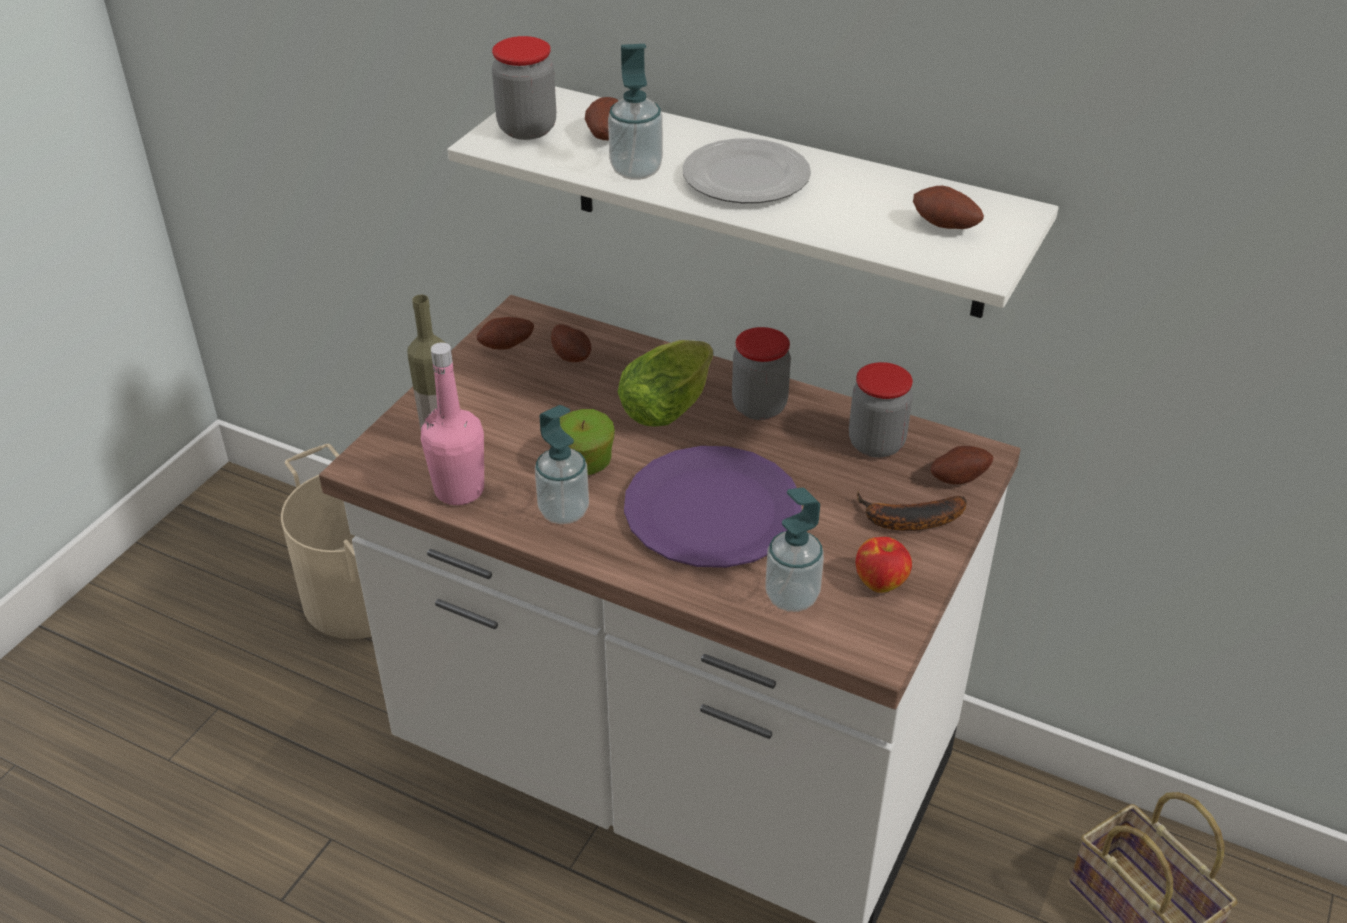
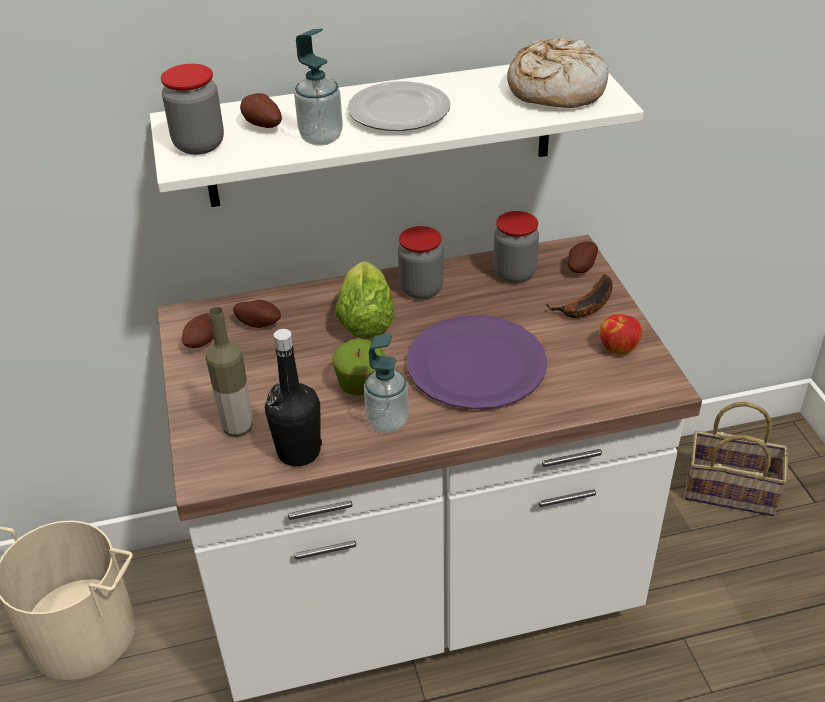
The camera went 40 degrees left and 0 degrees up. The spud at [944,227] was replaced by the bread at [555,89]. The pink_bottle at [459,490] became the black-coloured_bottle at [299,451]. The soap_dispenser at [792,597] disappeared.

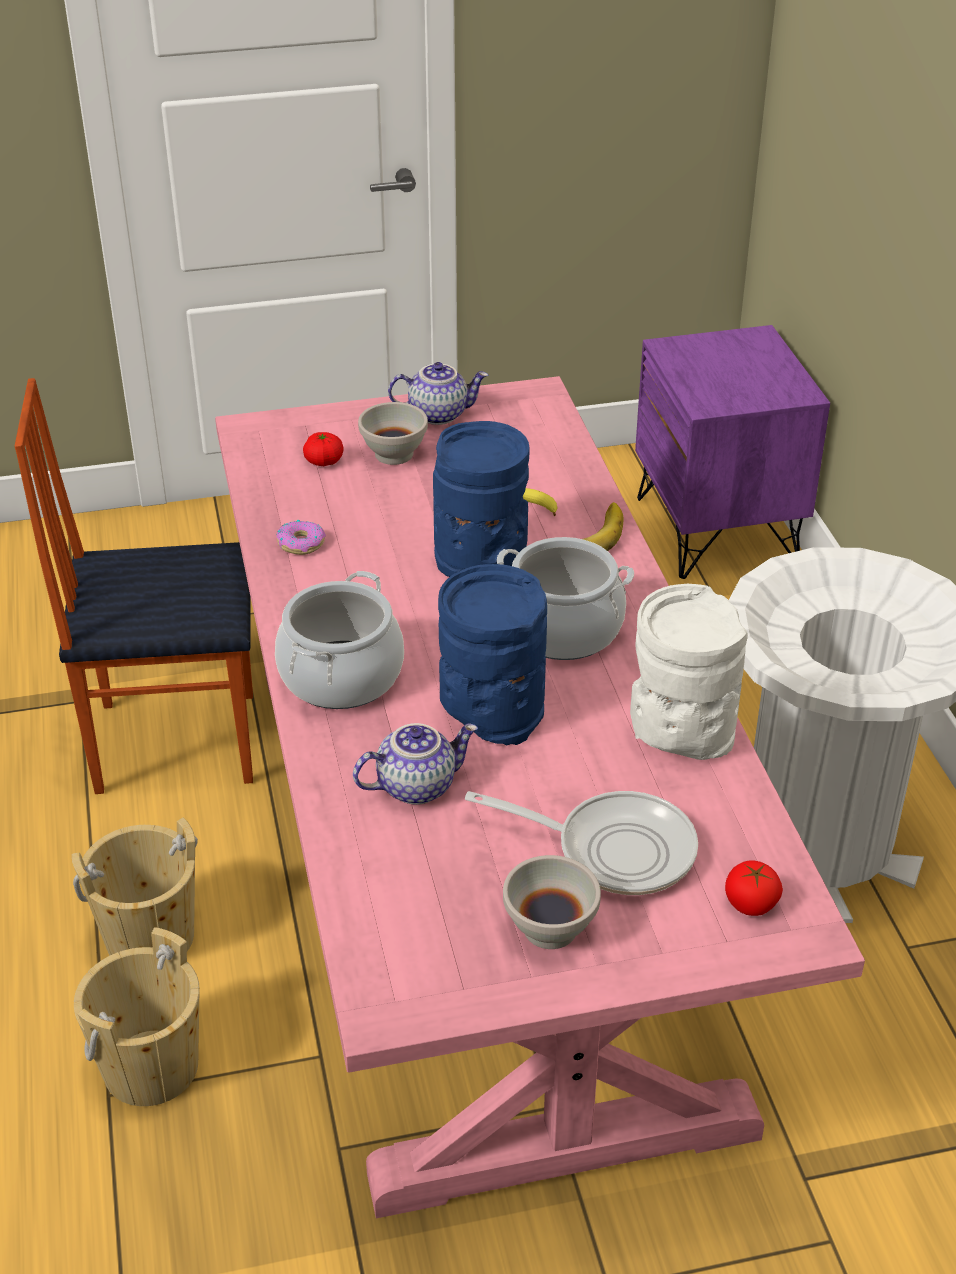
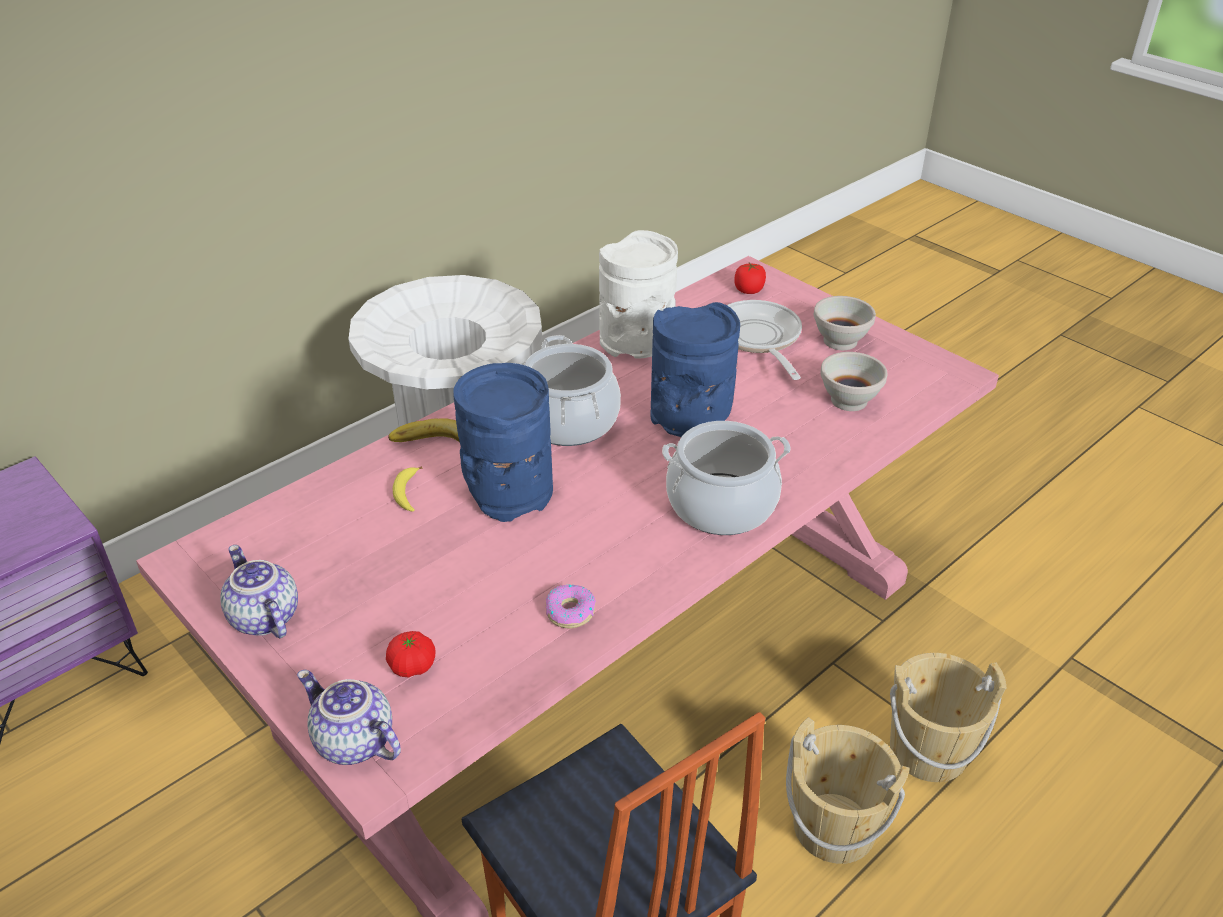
The camera went 120 degrees left and 0 degrees up. The whitish_serving_bowl moved from [395,454] to [848,400]. The teapot moved from [416,785] to [352,742].

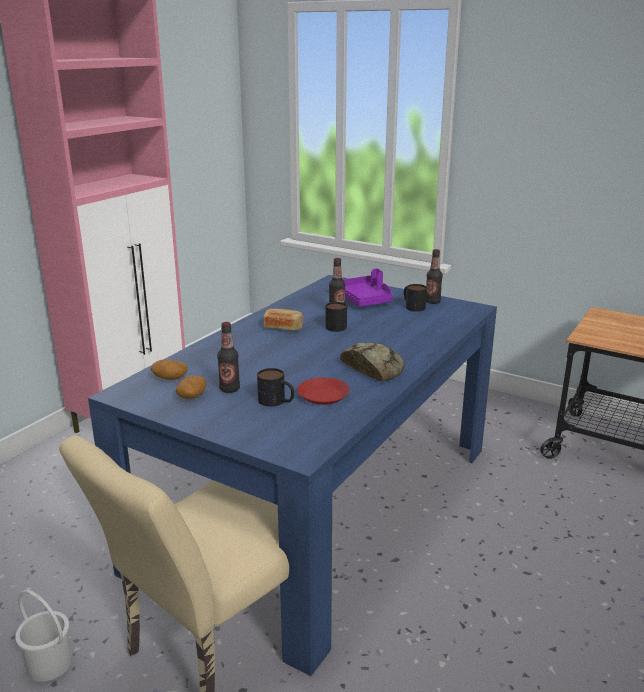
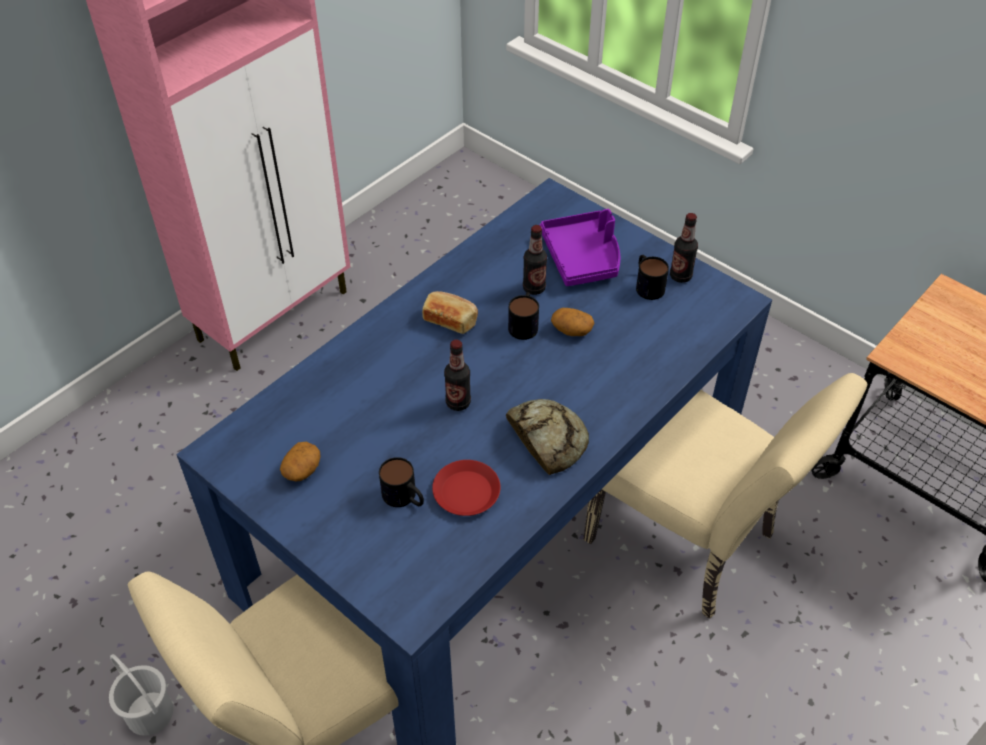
The camera went 10 degrees right and 25 degrees up. The bottle moved from [229,389] to [458,402]. The spud moved from [169,378] to [571,330]. The beige_plain_chair at [692,545] appeared.

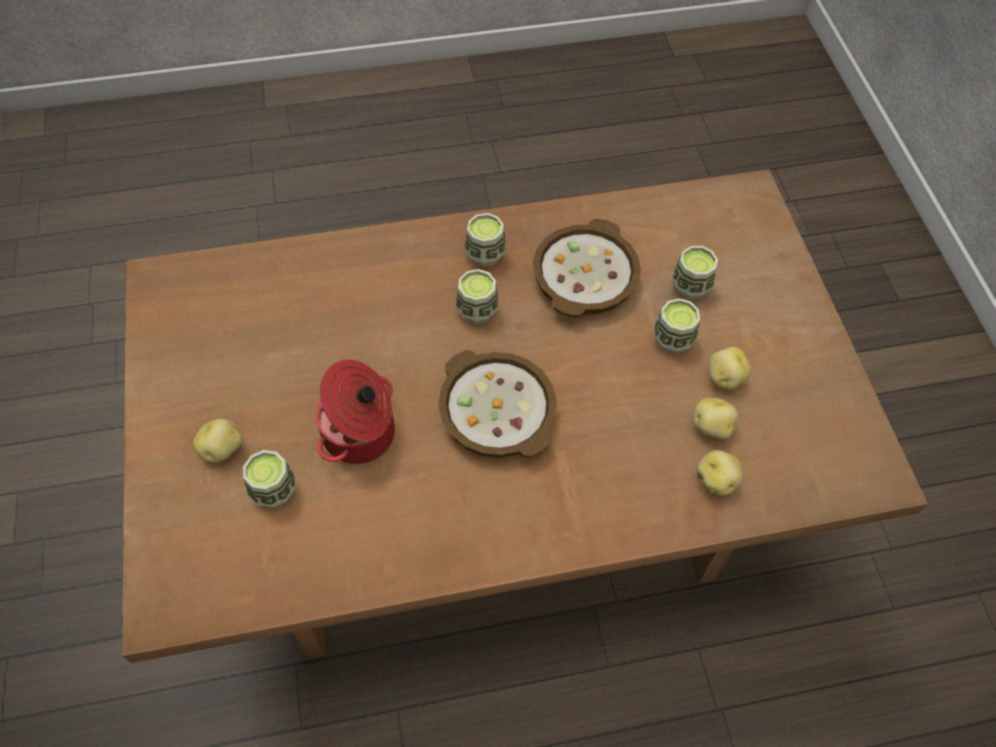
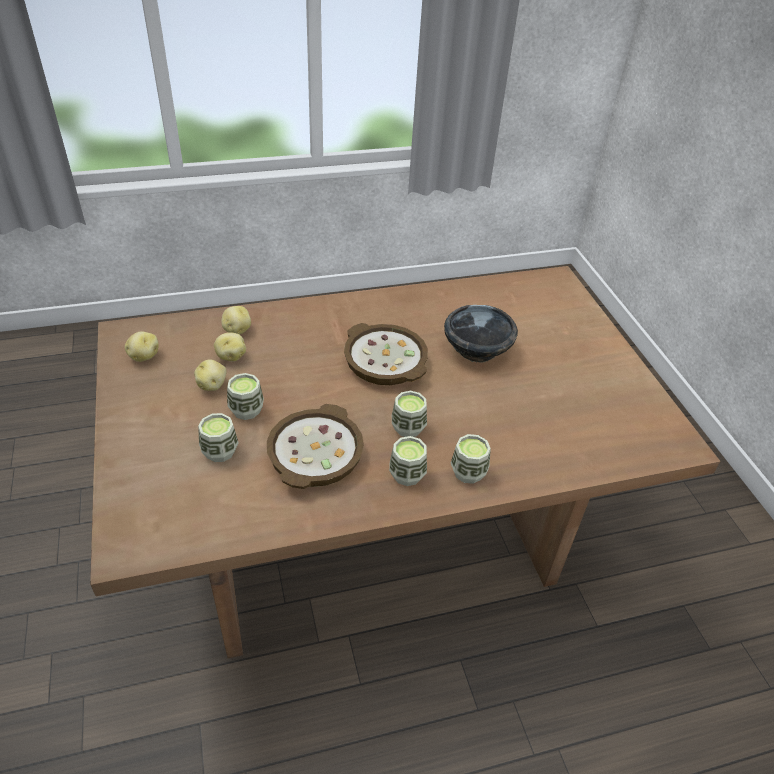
The camera went 175 degrees right and 15 degrees down. The stockpot at [361,434] was replaced by the black-coloured_serving_bowl at [477,349]. The spud moved from [223,449] to [143,356]. The cup moved from [274,490] to [468,472].

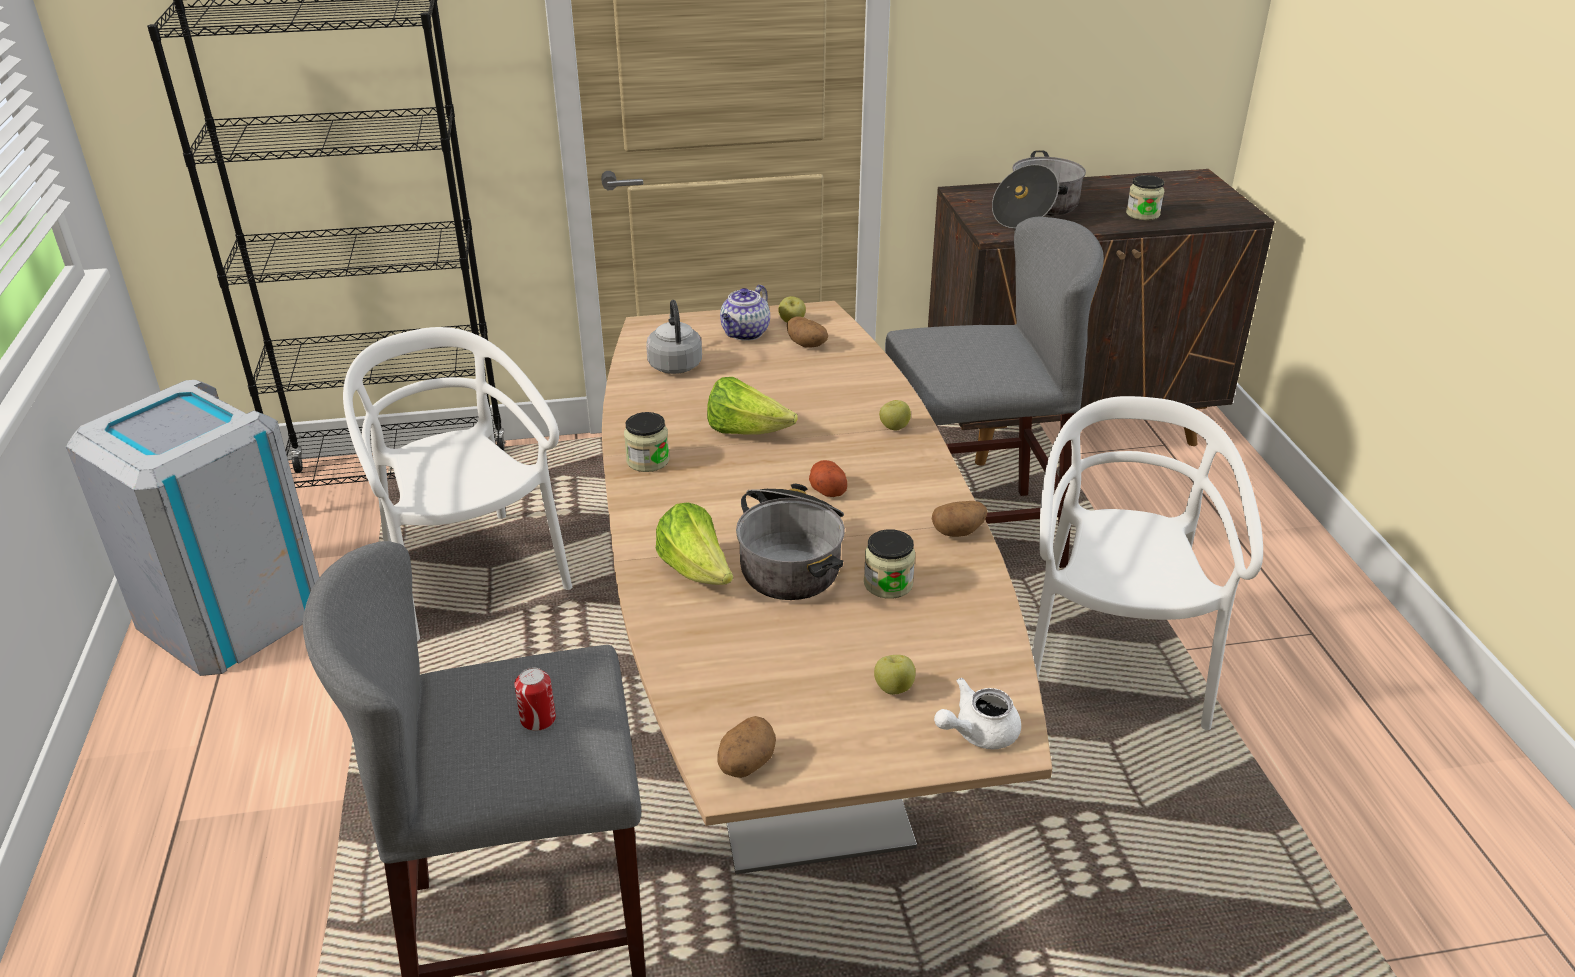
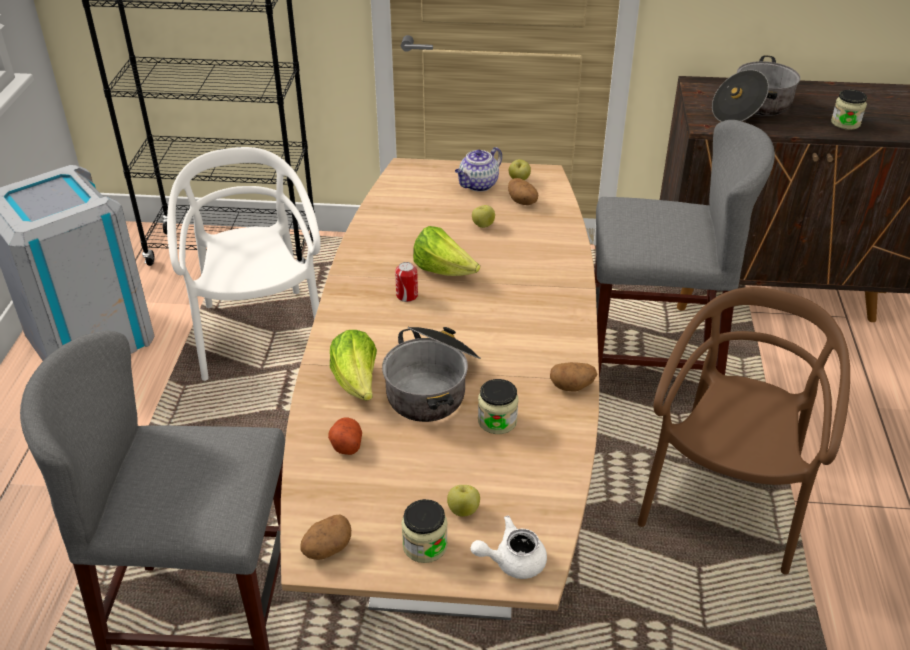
The camera went 15 degrees right and 5 degrees up. The grey_water_kettle at [675,364] disappeared. The whitish_plain_chair at [1111,664] became the brown_plain_chair at [725,501]. The whole_apple moved from [894,427] to [483,225]. The jar moved from [648,461] to [425,545]. The spud moved from [827,489] to [346,444]. The sealed_can moved from [538,719] to [407,295].

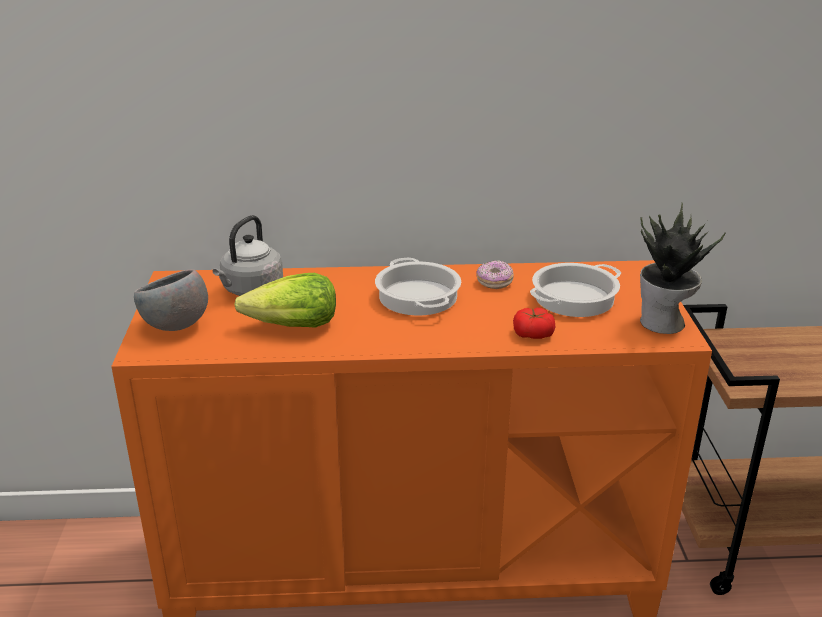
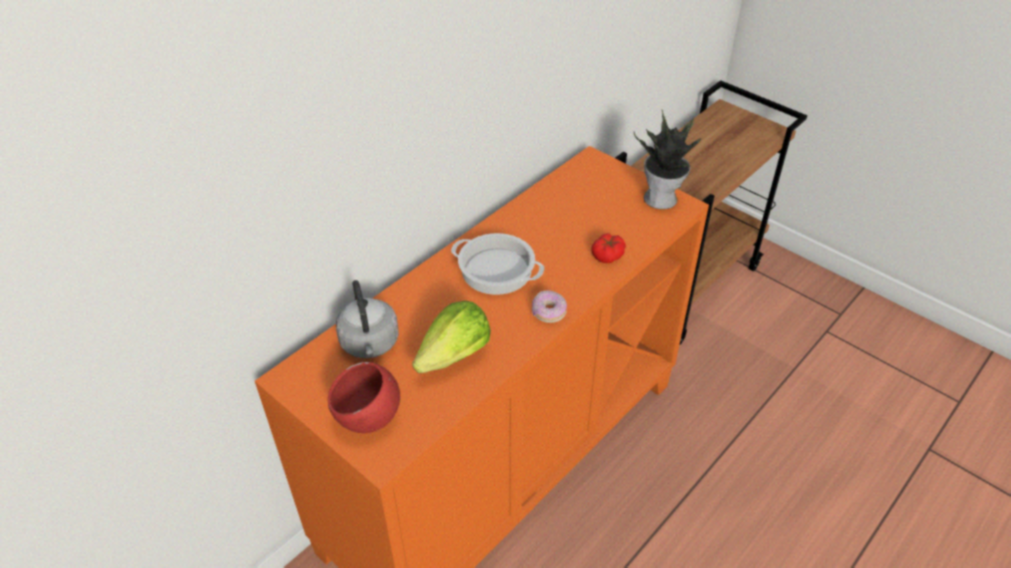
The camera went 45 degrees left and 15 degrees up. The donut moved from [494,282] to [548,312]. The stockpot at [574,298] disappeared. The grey_serving_bowl at [176,326] became the red_serving_bowl at [369,418].

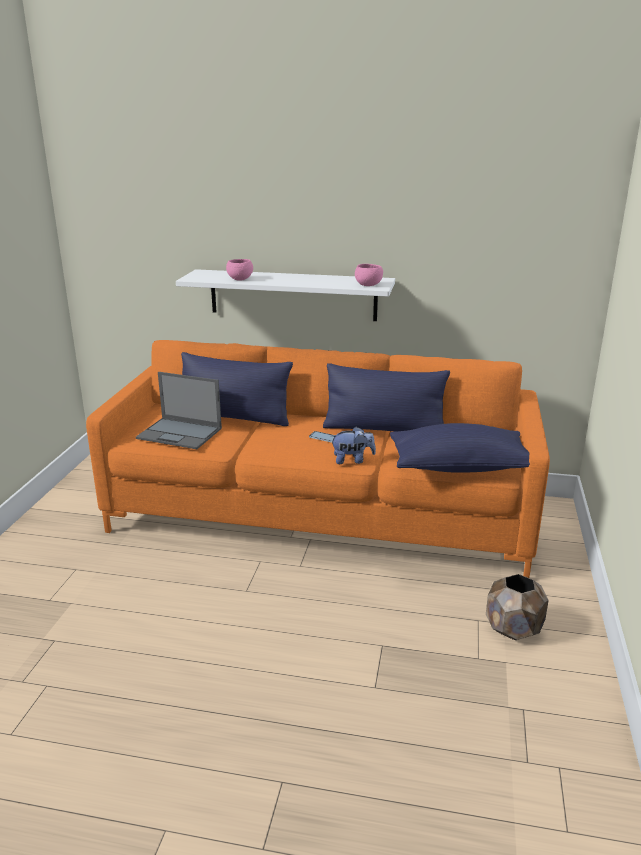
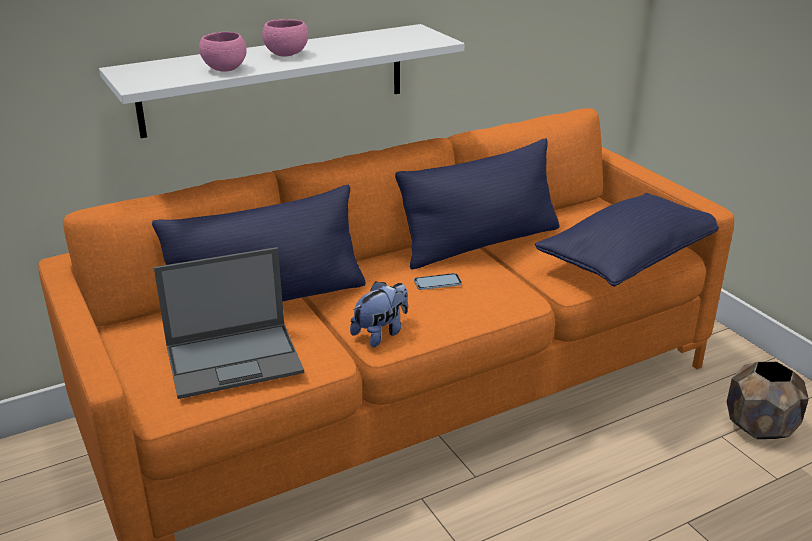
The camera went 40 degrees left and 5 degrees up. The pink_serving_bowl moved from [368,285] to [286,54]. The soft_toy moved from [352,460] to [381,333].

